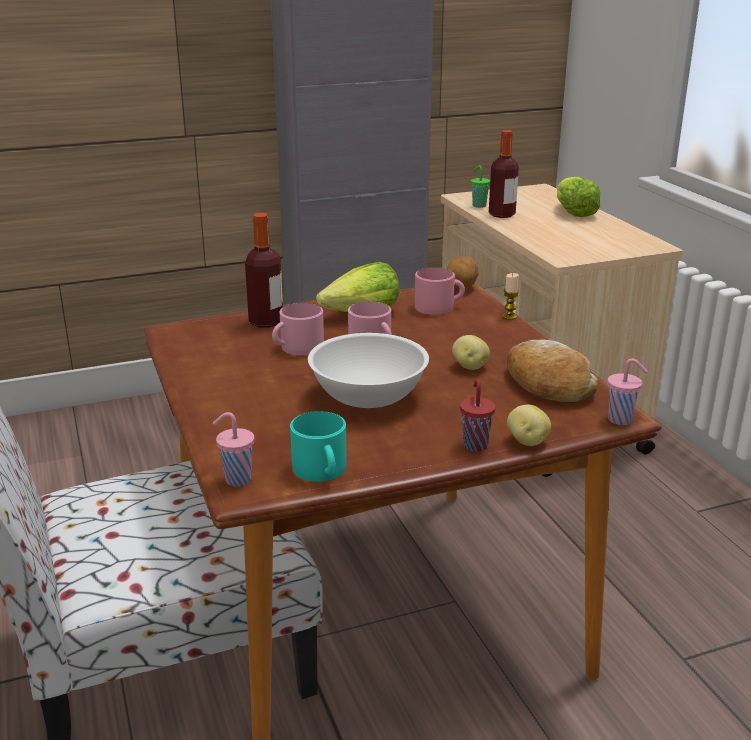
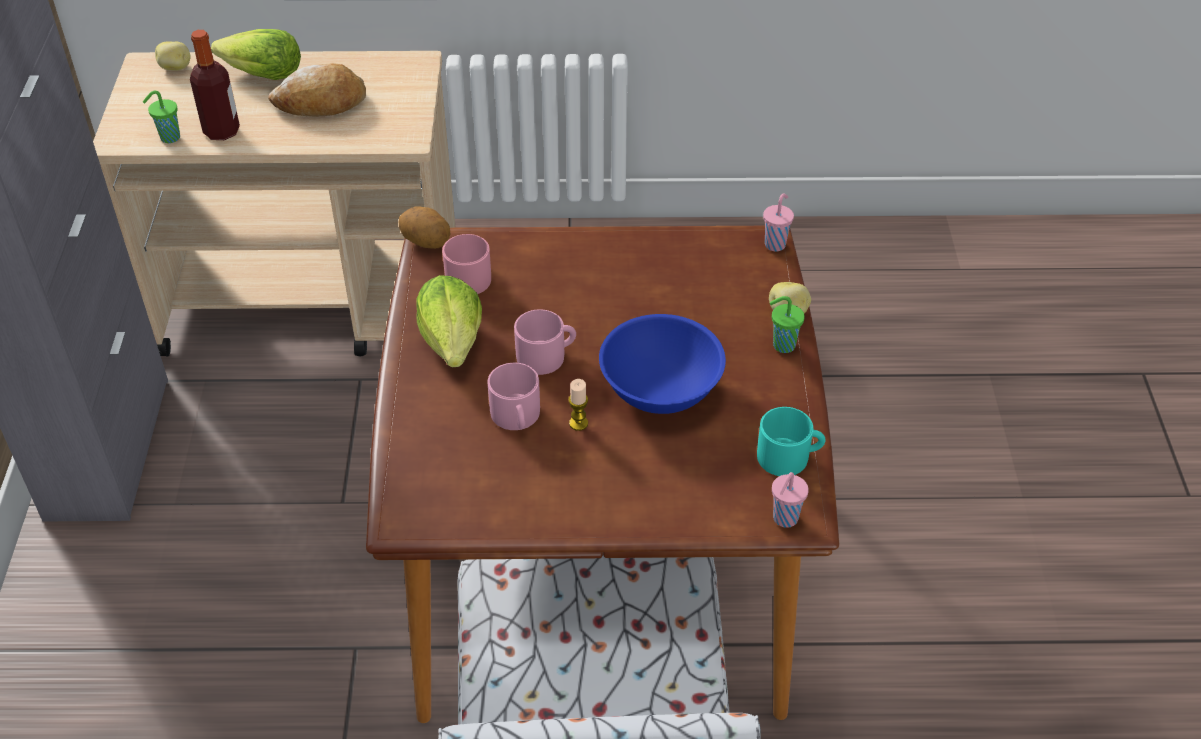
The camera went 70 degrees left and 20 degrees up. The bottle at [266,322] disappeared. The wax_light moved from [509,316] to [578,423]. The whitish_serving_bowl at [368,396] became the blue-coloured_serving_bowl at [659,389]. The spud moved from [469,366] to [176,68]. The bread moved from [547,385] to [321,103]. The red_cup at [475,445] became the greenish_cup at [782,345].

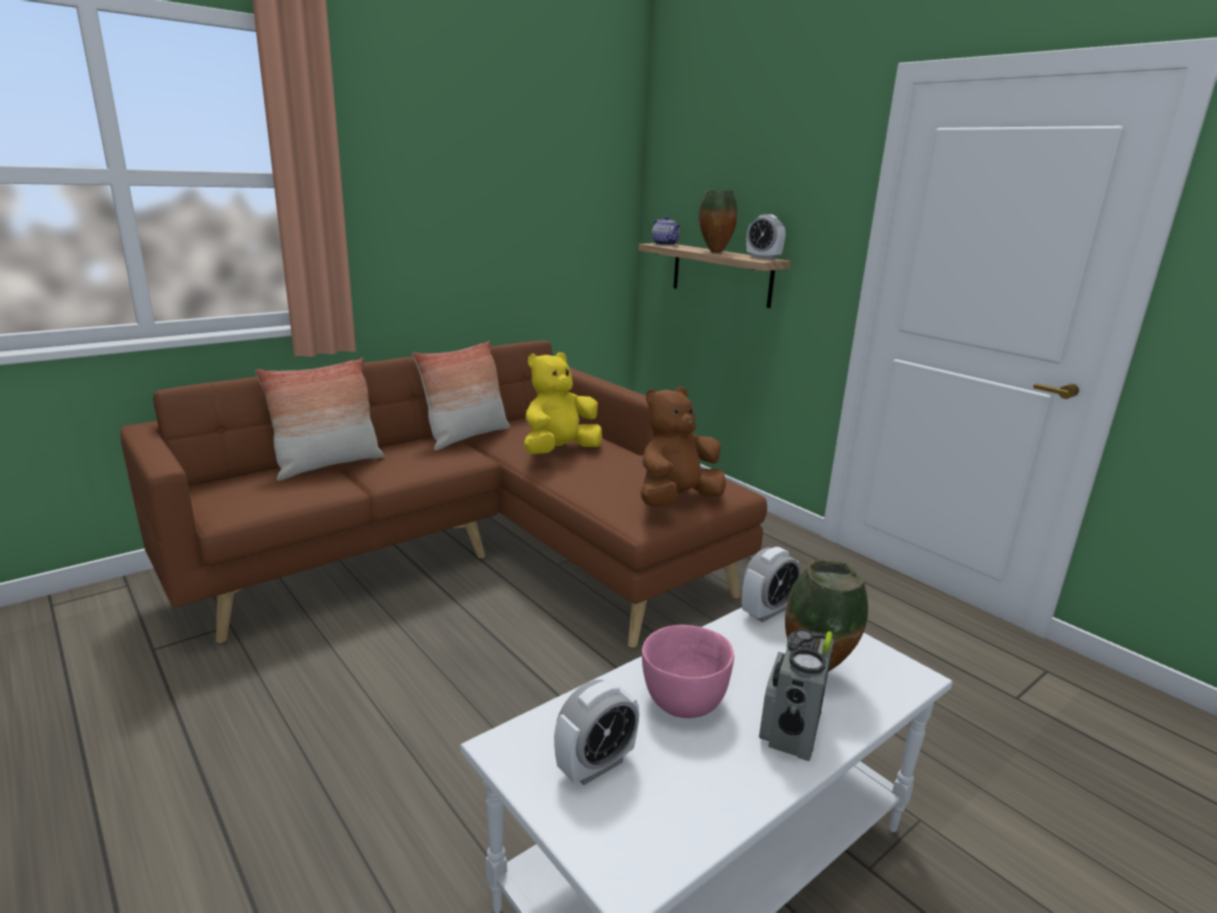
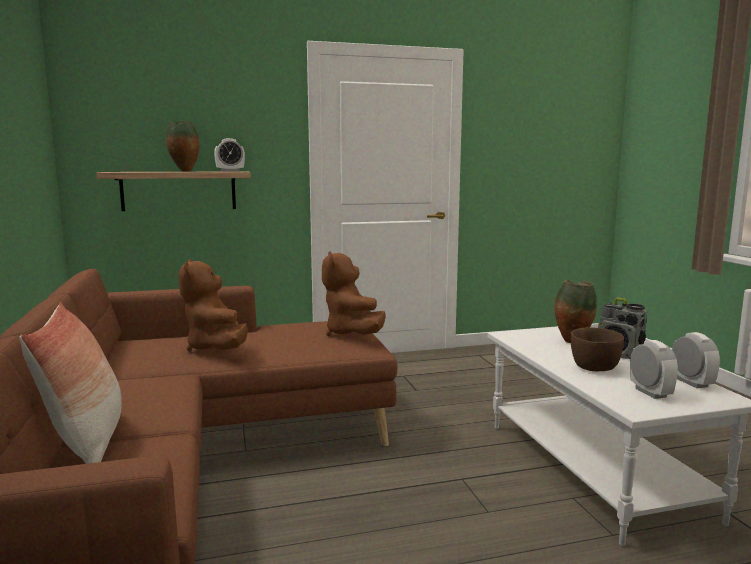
The camera went 65 degrees left and 10 degrees down. The teapot at [665,244] disappeared. The cushion at [466,437] disappeared. The yellow_soft_toy at [559,451] became the brown_soft_toy at [216,348]. The table_clock moved from [766,611] to [691,383]. The pink_serving_bowl at [682,700] became the brown_serving_bowl at [594,368].

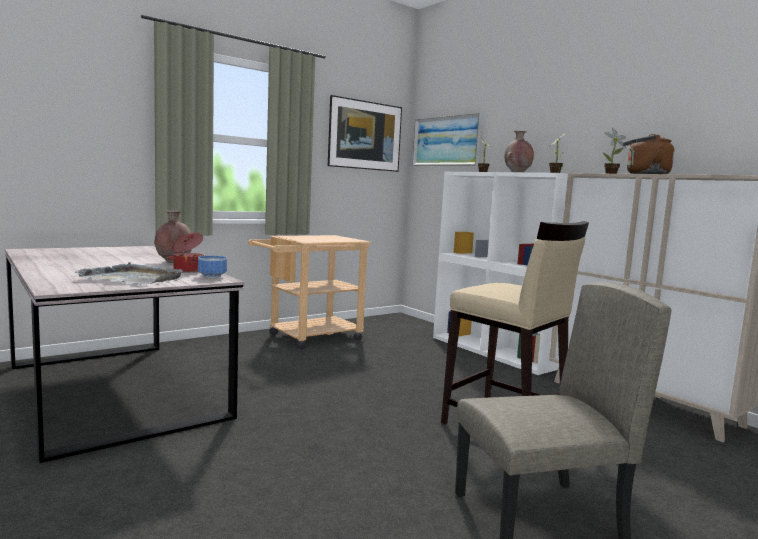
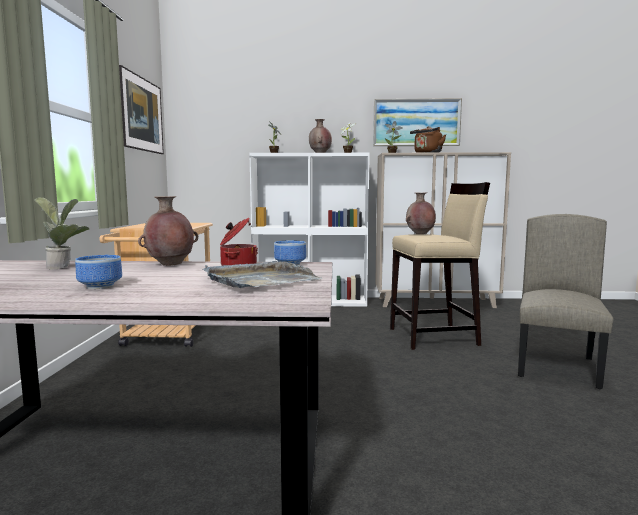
The camera went 50 degrees left and 0 degrees up. The wall_picture moved from [446,141] to [416,122]. The brown_decorative_vase at [420,234] appeared. The potted_plant at [64,267] appeared. The serving_bowl at [101,286] appeared.

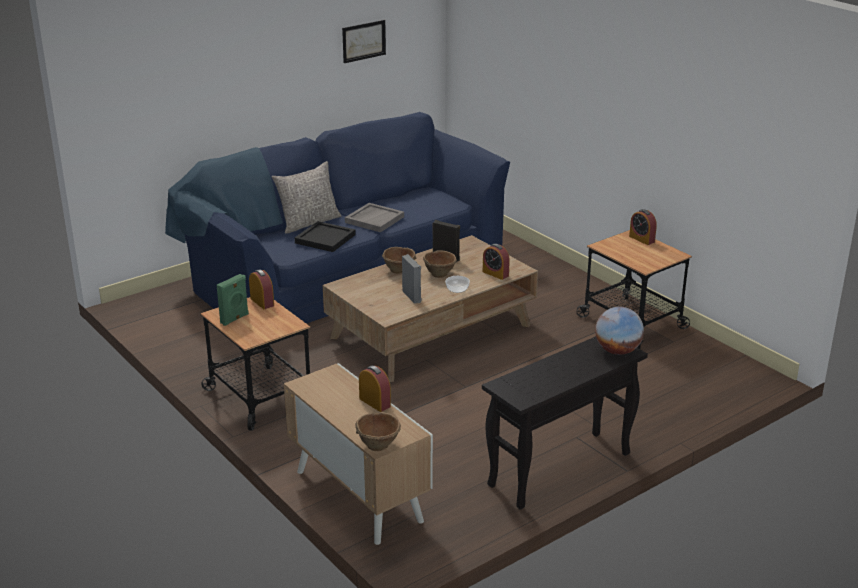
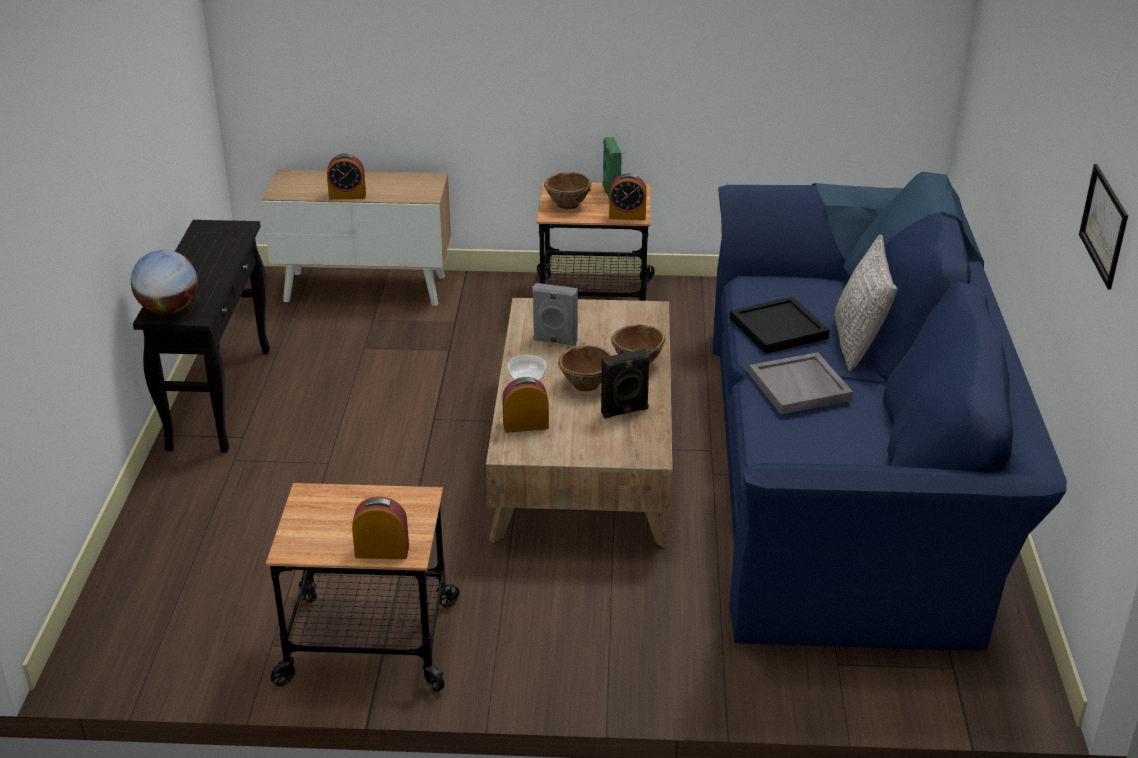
The camera went 130 degrees right and 5 degrees up. The brown_serving_bowl moved from [378,444] to [567,205].

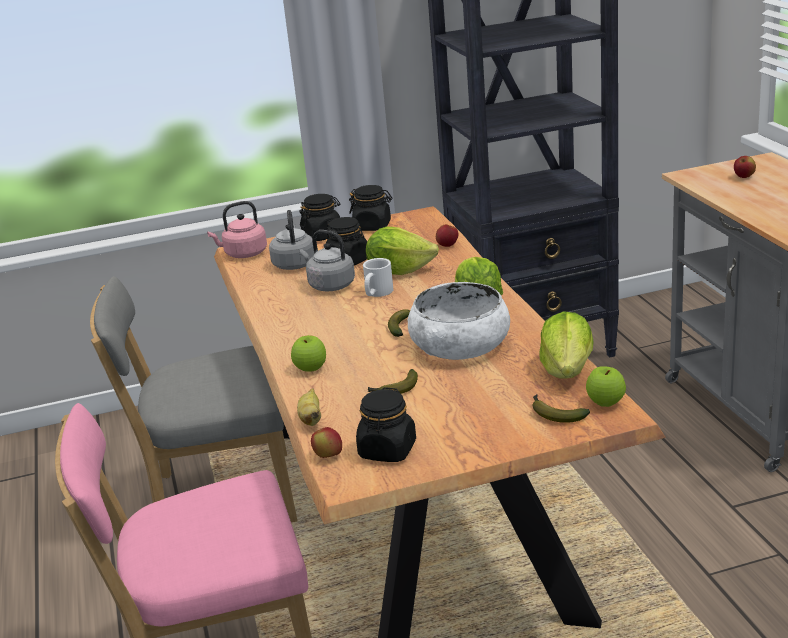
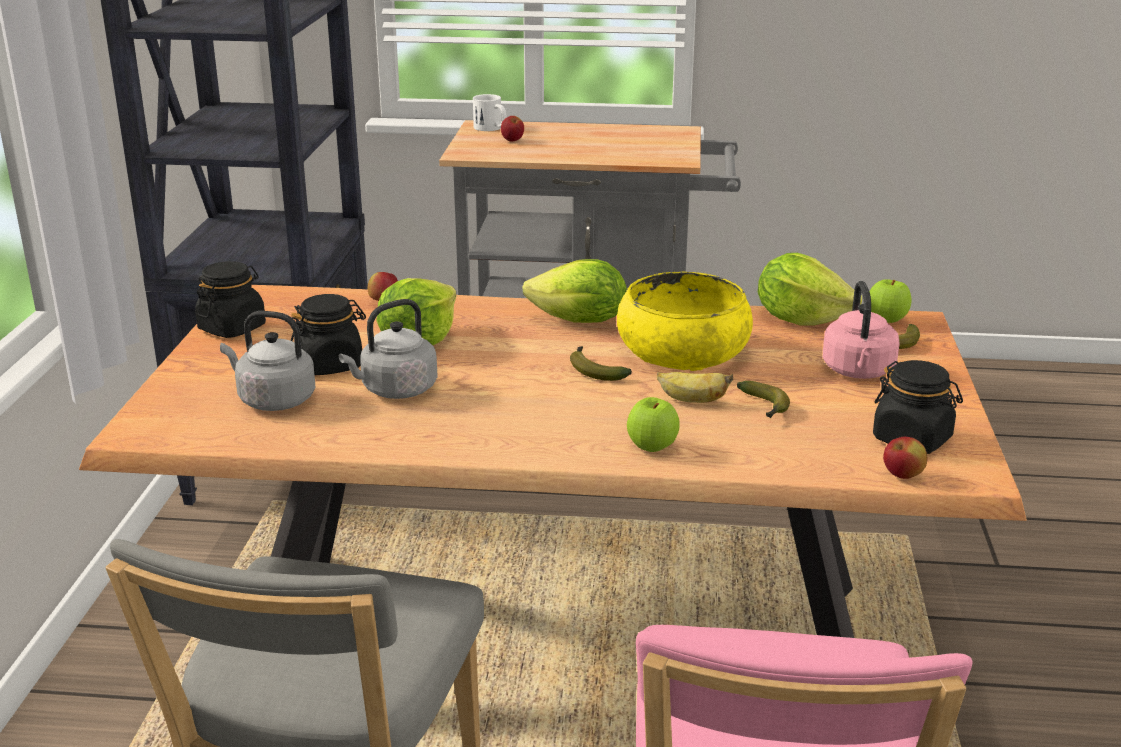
The camera went 70 degrees left and 0 degrees up. The black-coloured_jar at [322,235] disappeared. The pink_water_kettle moved from [243,254] to [858,372]. The whitish_tea_mug moved from [376,293] to [491,128]. The whitish_serving_bowl at [460,345] became the yellow_serving_bowl at [683,352]. The whole_banana moved from [311,419] to [691,400].

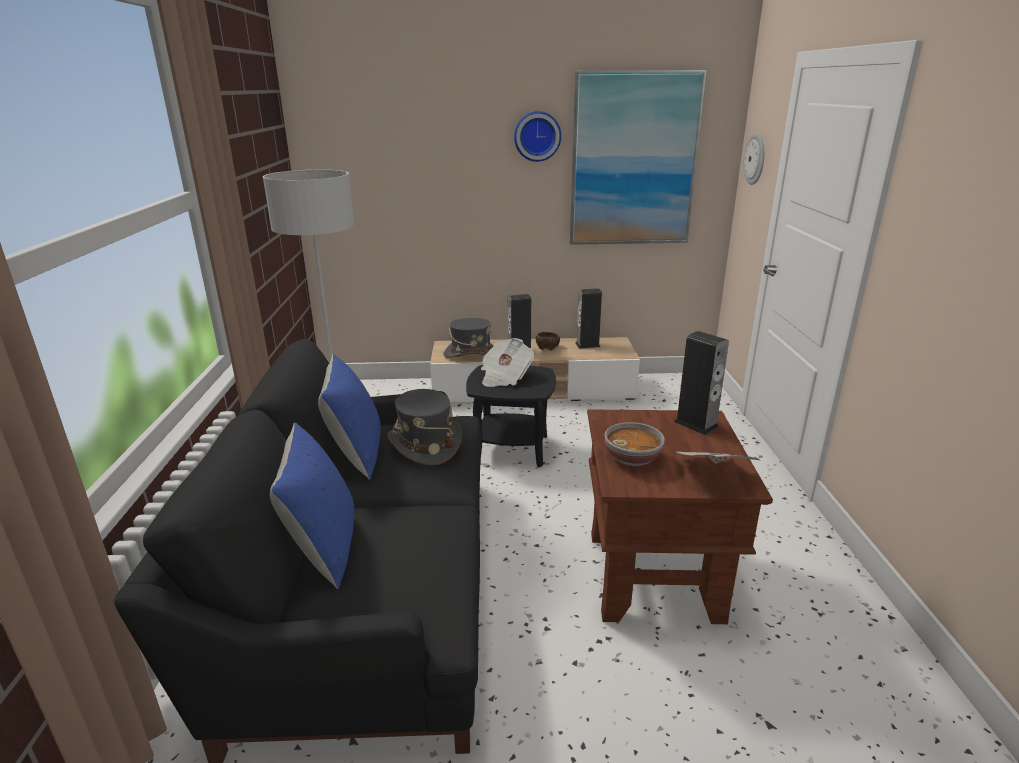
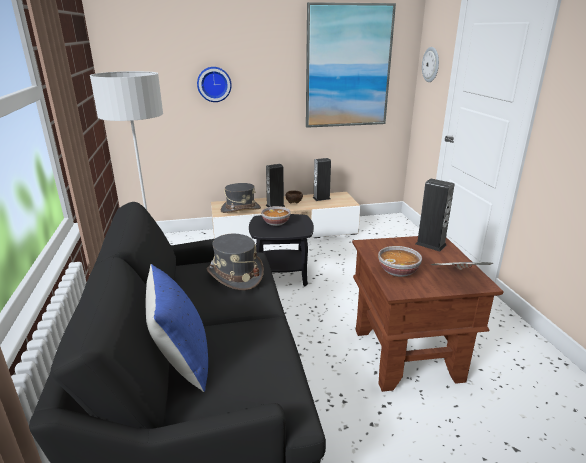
The camera went 10 degrees left and 0 degrees up. The clock_on_the_wall moved from [537,136] to [214,84]. The daily_paper at [505,377] was replaced by the serving_bowl at [276,223]. The blue-coloured_cushion at [356,454] disappeared.

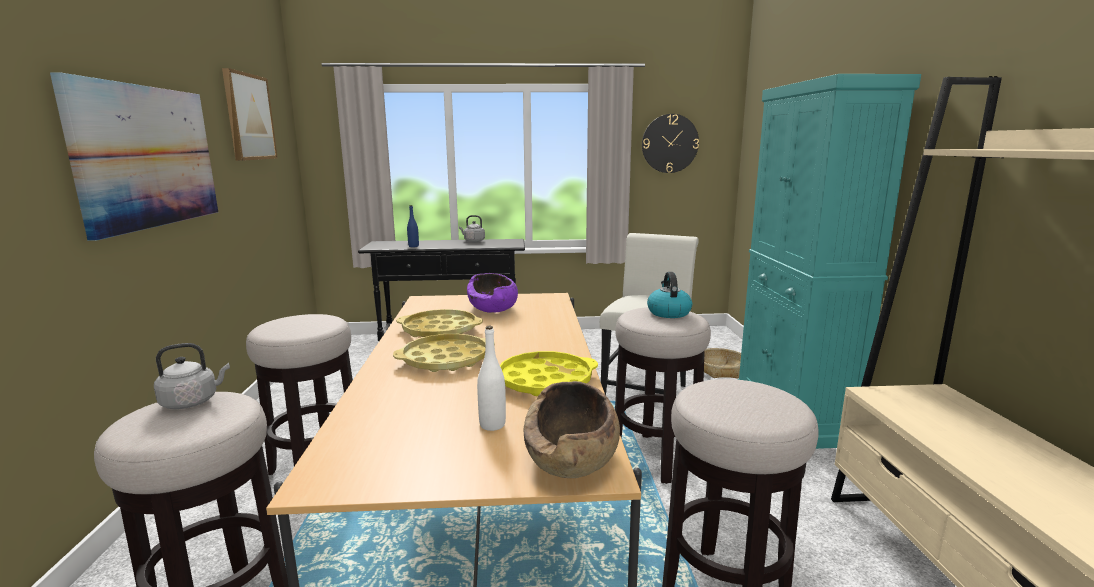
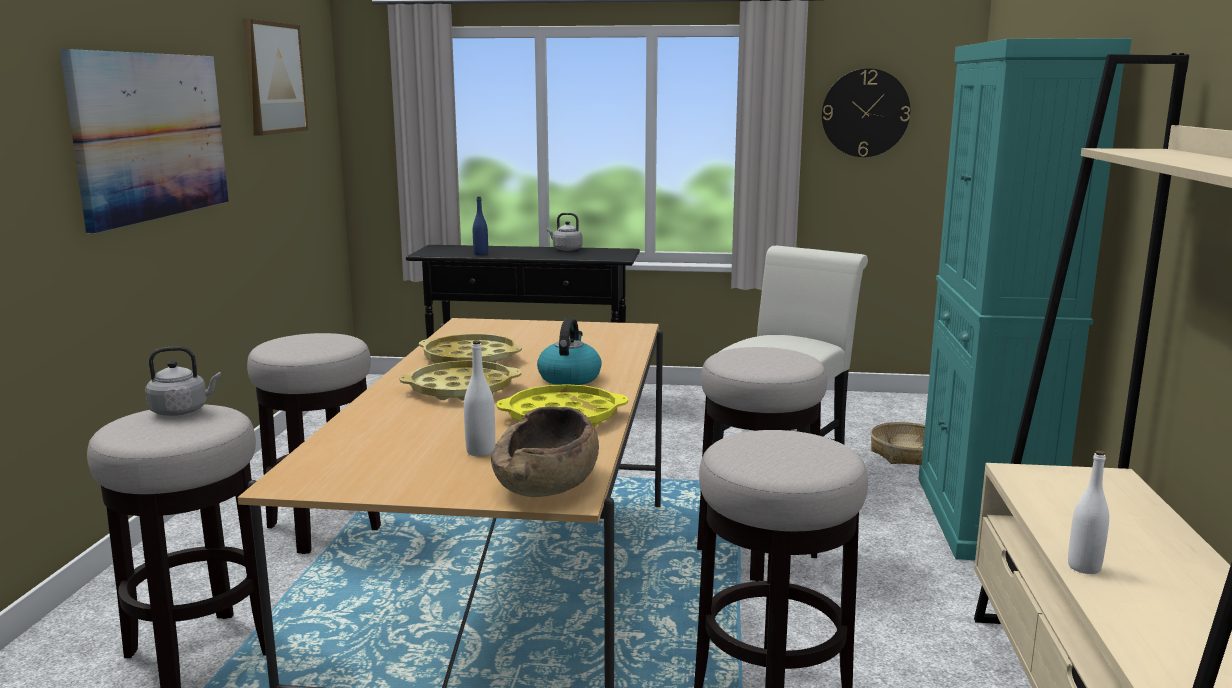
The camera went 10 degrees right and 0 degrees up. The water_kettle moved from [668,312] to [569,378]. The purplish_serving_bowl at [493,308] disappeared. The whitish_bottle at [1084,567] appeared.

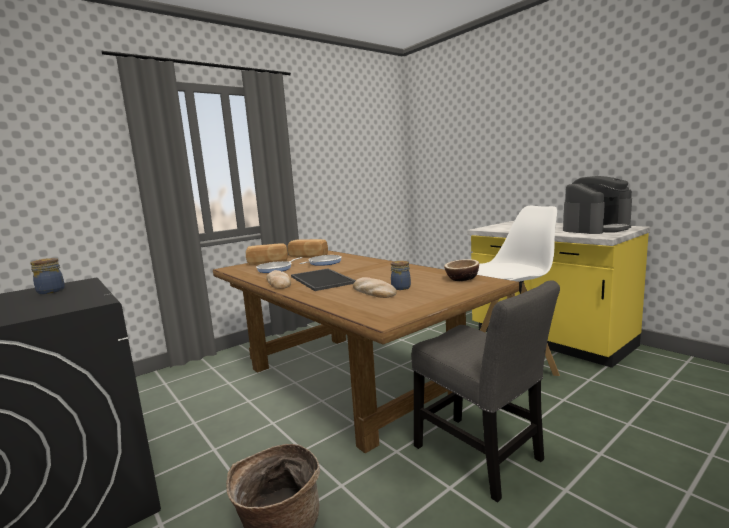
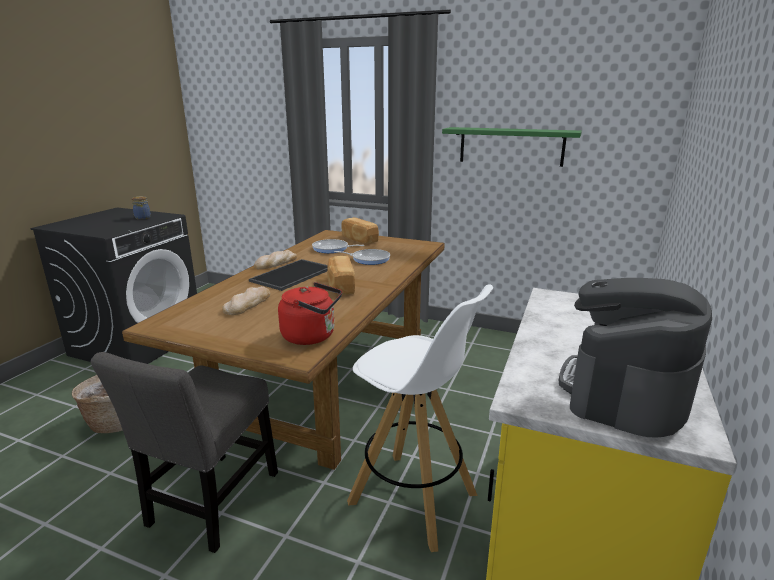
The camera went 60 degrees right and 10 degrees up. The coffee_maker at [596,229] turned 90 degrees clockwise. The bread moved from [308,257] to [340,286]. The serving_bowl at [462,279] was replaced by the red_water_kettle at [312,336]. The jar at [401,287] disappeared. The greenish_bracket_shelf at [511,146] appeared.

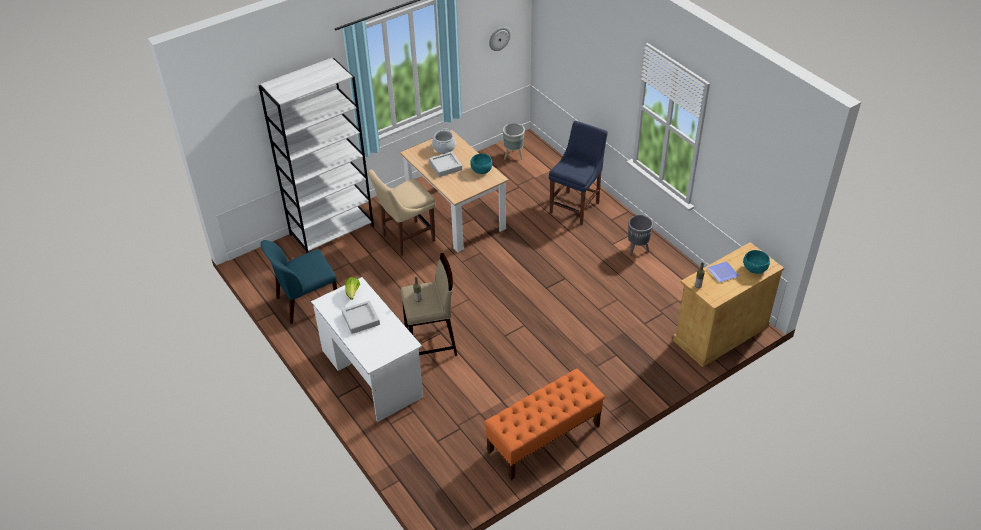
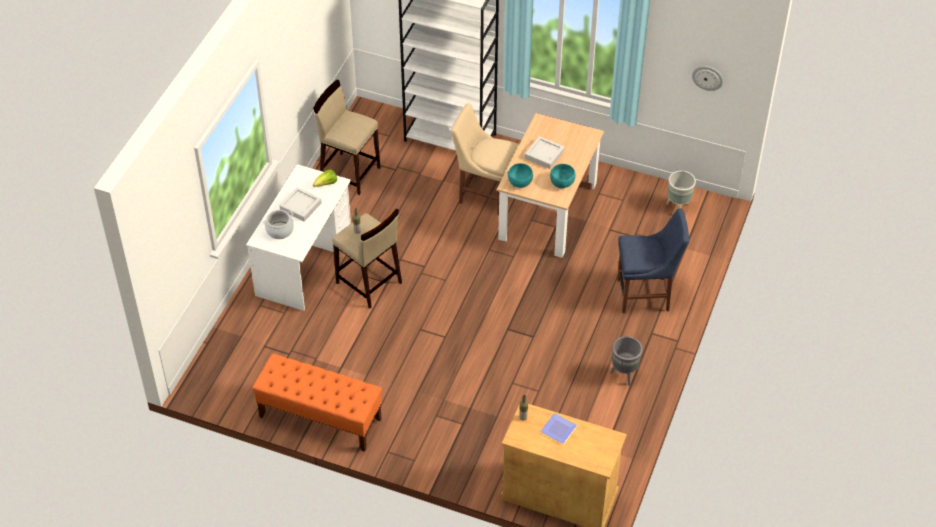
The camera went 55 degrees right and 5 degrees up. The stockpot moved from [444,148] to [279,230]. The blue-coloured_plain_chair at [306,302] was replaced by the beige_sitting_stool at [350,173]. The turquoise_serving_bowl moved from [754,268] to [520,182].

